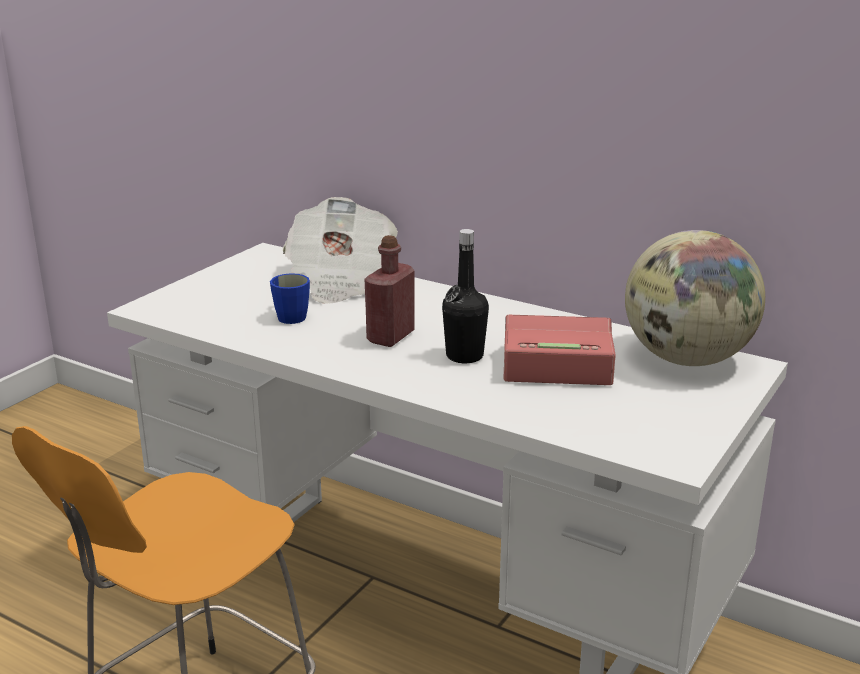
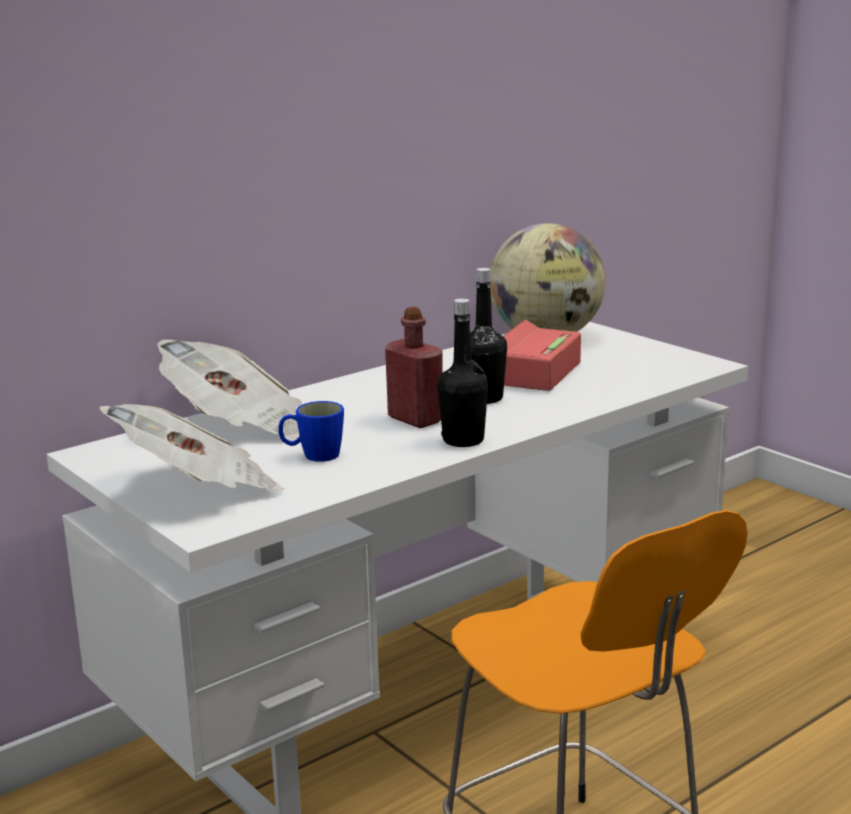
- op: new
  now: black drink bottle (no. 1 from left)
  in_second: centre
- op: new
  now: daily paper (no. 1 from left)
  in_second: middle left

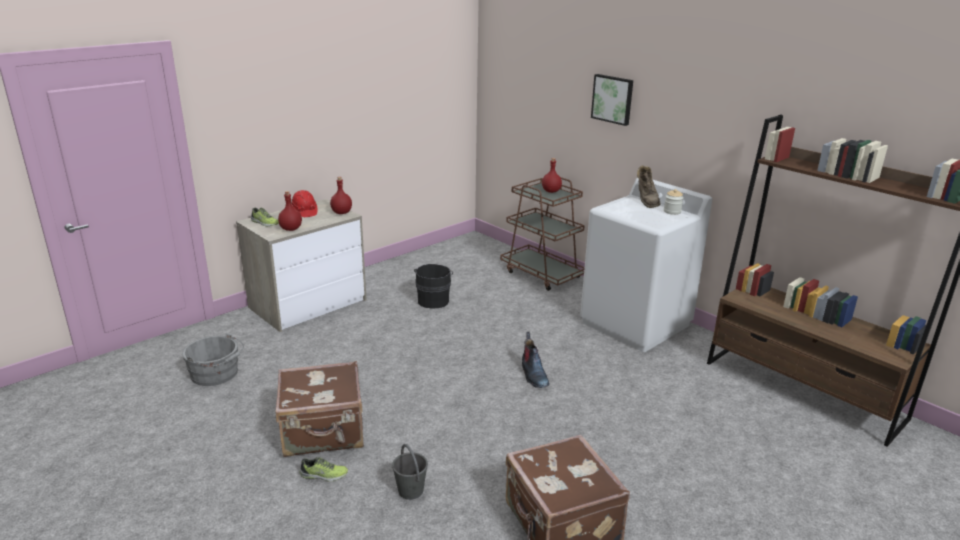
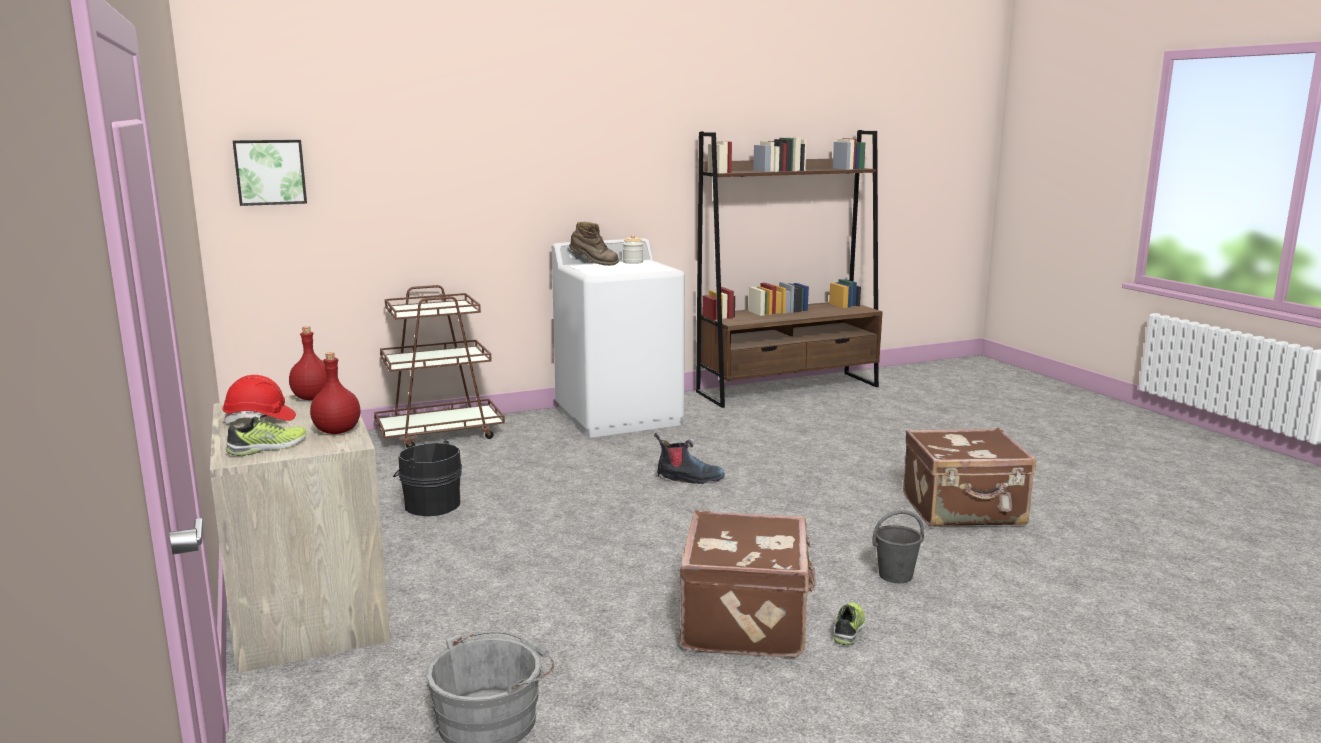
- op: shifted
  was: wall art
  in_first: top centre
  in_second: top left
- op: gone
  was: red drink bottle (no. 3 from left)
  in_first: top centre

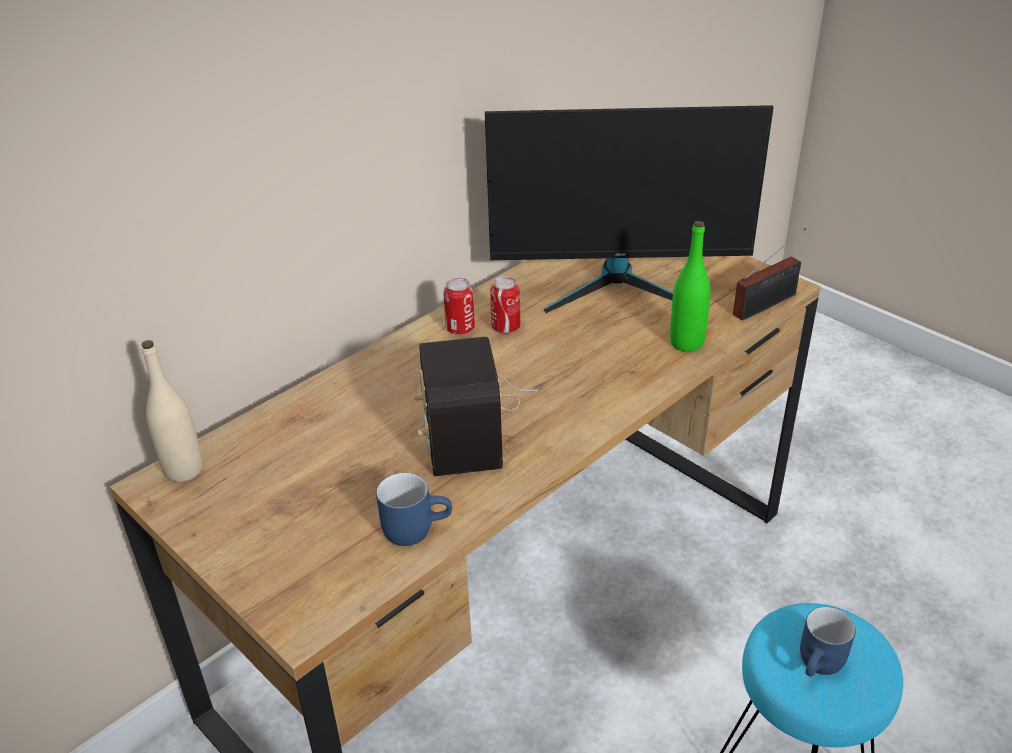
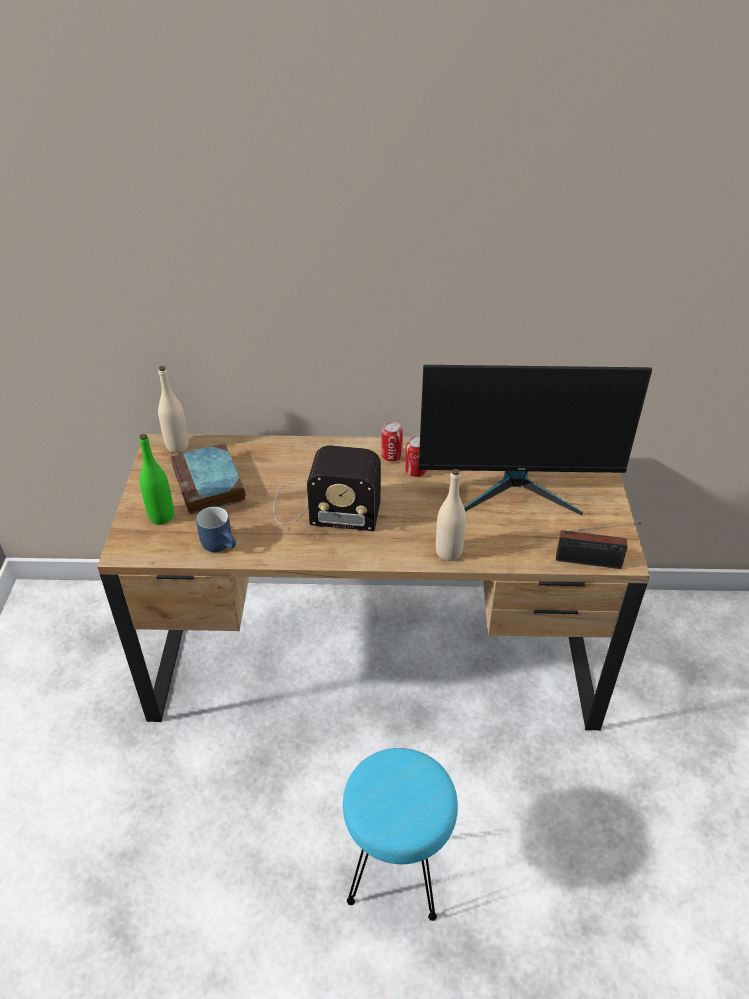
- op: rotated
  was: computer screen
  in_first: top centre
  in_second: middle right
  clockwise: -45
- op: shifted
  was: greenish drink bottle
  in_first: middle right
  in_second: middle left
- op: rotated
  was: radio set (no. 1 from left)
  in_first: centre
  in_second: centre
  clockwise: -120
- op: gone
  was: blue-coloured mug (no. 2 from left)
  in_first: bottom right
- op: new
  now: bound book
  in_second: middle left
- op: new
  now: beige-coloured drink bottle (no. 2 from left)
  in_second: centre

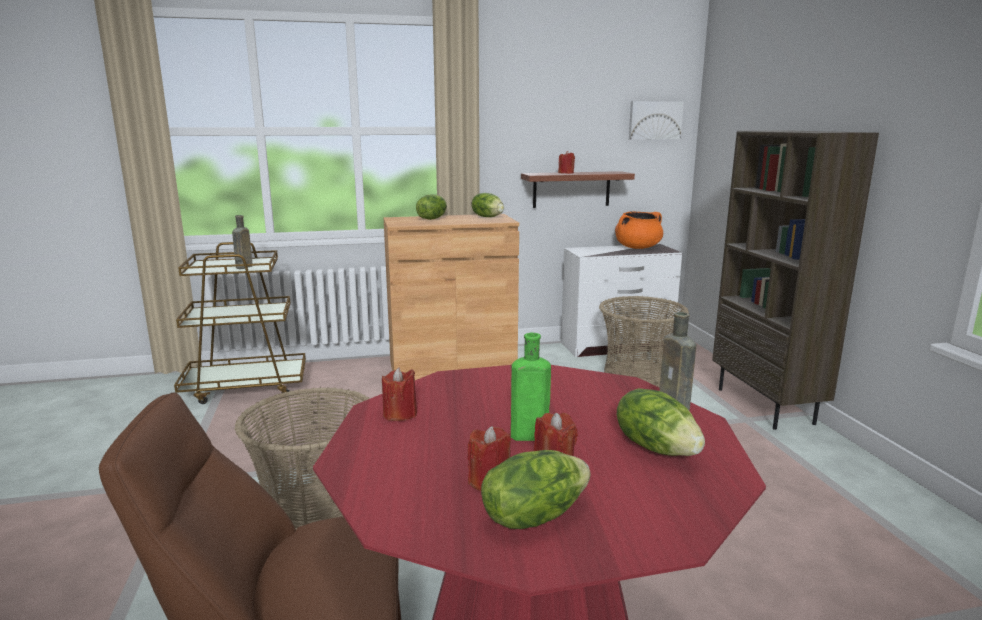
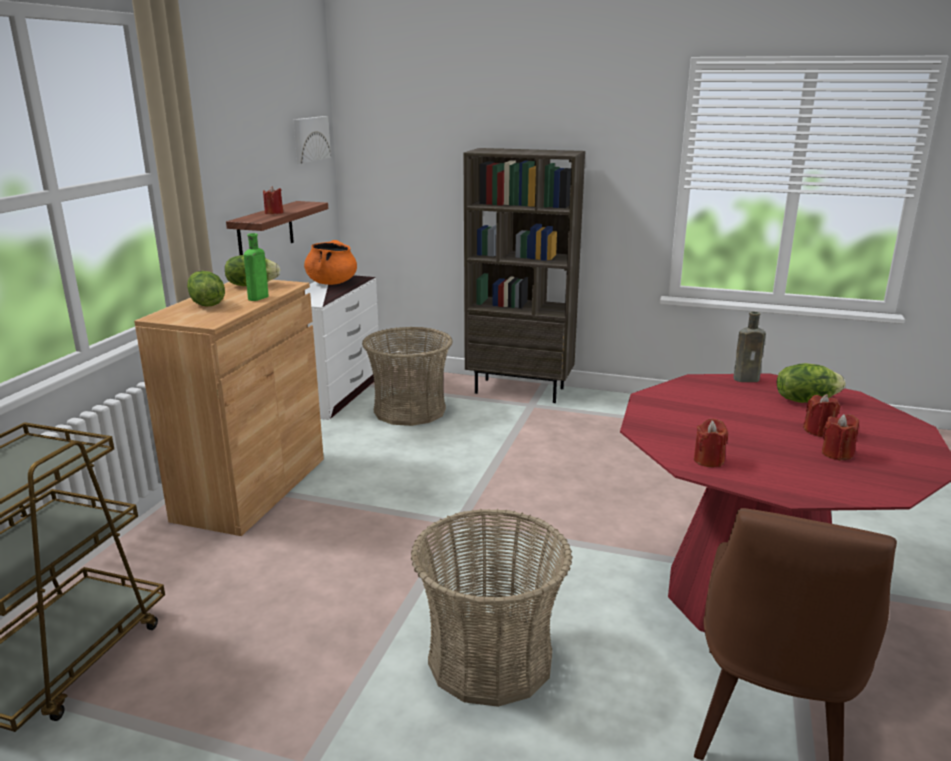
- op: gone
  was: brown-coloured drink bottle (no. 1 from left)
  in_first: middle left
- op: shifted
  was: greenish drink bottle
  in_first: centre
  in_second: middle left
- op: gone
  was: lettuce head (no. 3 from left)
  in_first: bottom centre

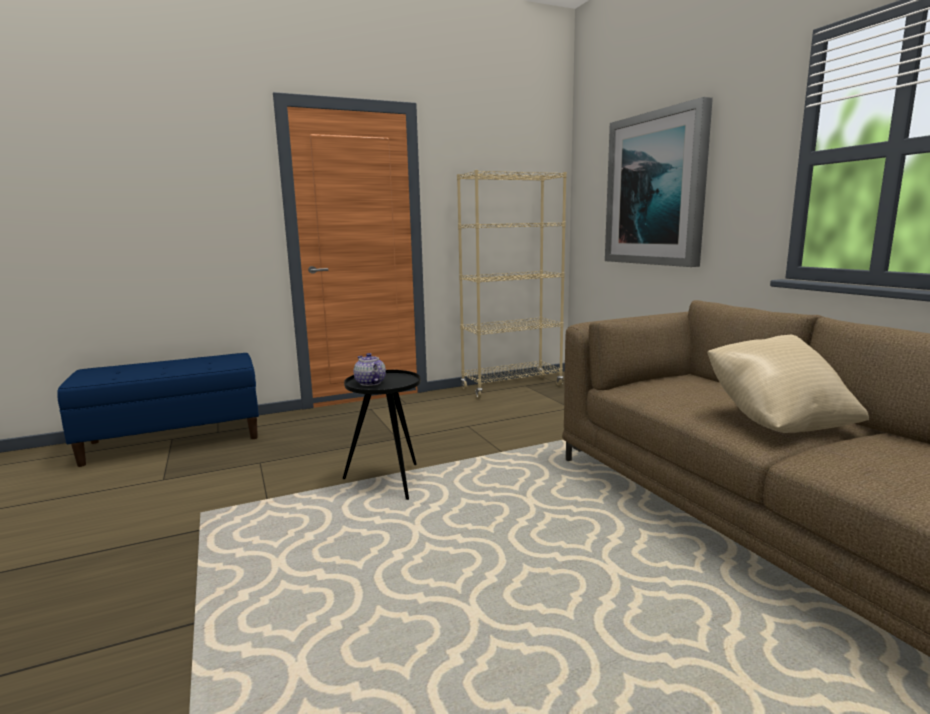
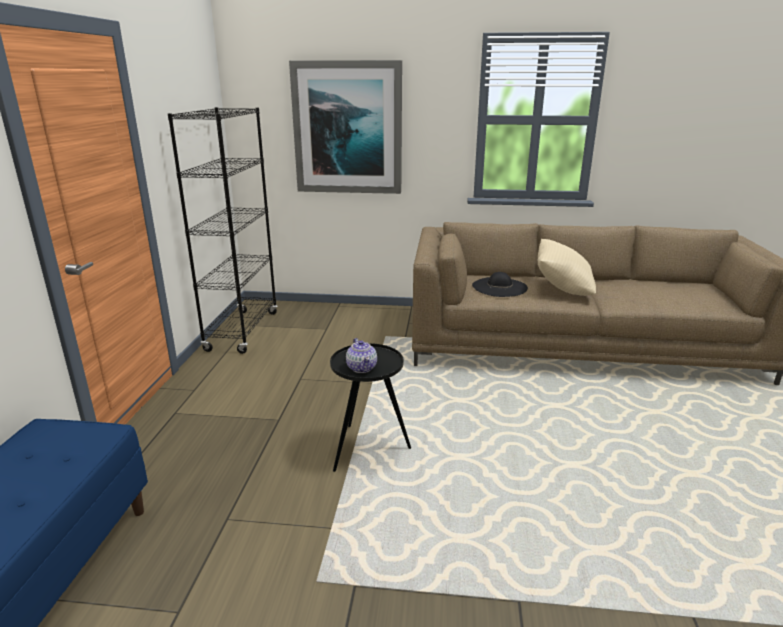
- op: repainted
  was: beige-coloured bookshelf
  now: black bookshelf
  in_first: centre
  in_second: middle left
- op: rotated
  was: teapot
  in_first: centre
  in_second: centre
  clockwise: -105
- op: new
  now: black hat
  in_second: centre

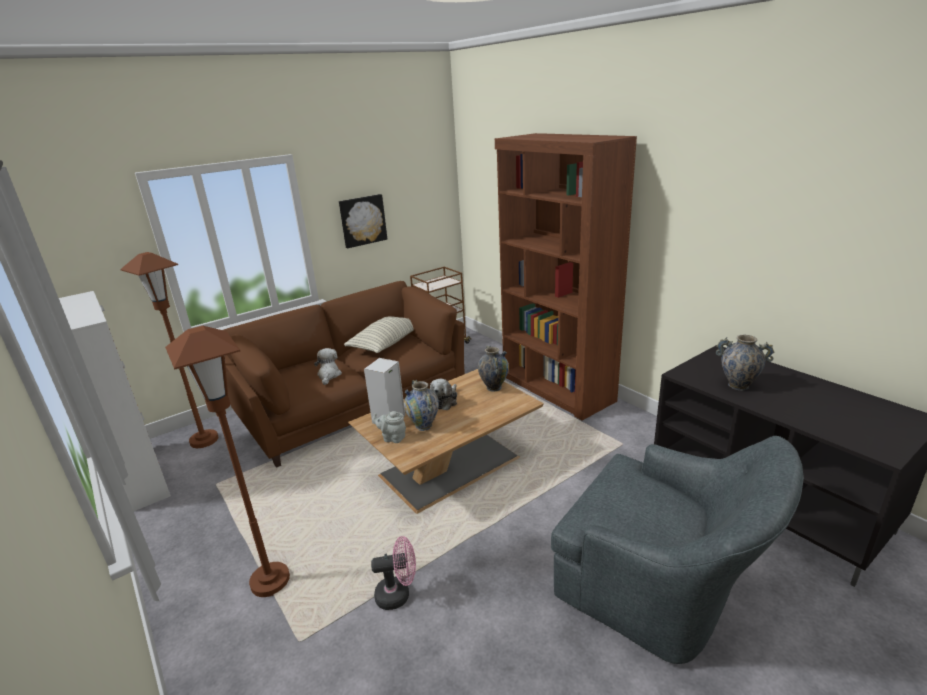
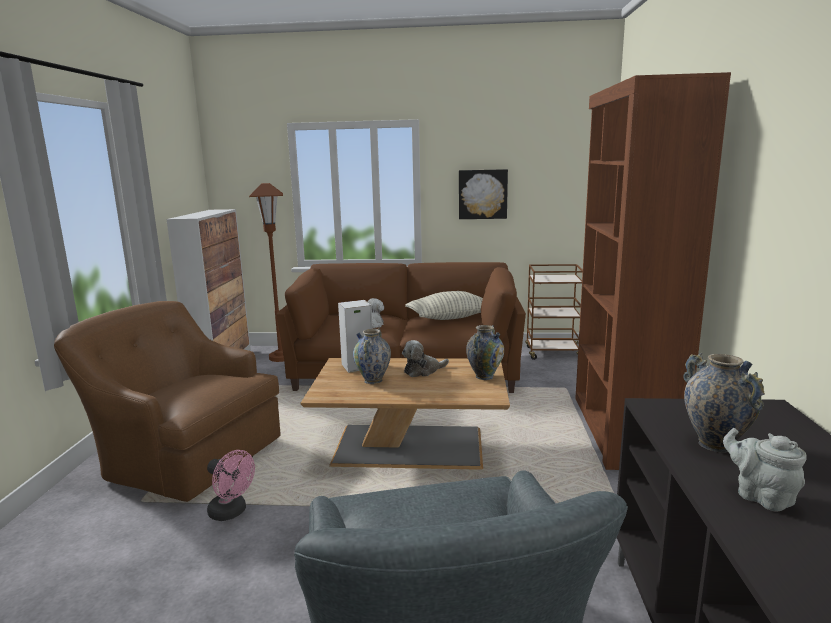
- op: swapped
  was: brown-coloured standing lamp (no. 2 from left)
  now: brown-coloured easy chair
  in_first: middle left
  in_second: middle left
- op: shifted
  was: greyish teapot
  in_first: centre
  in_second: bottom right

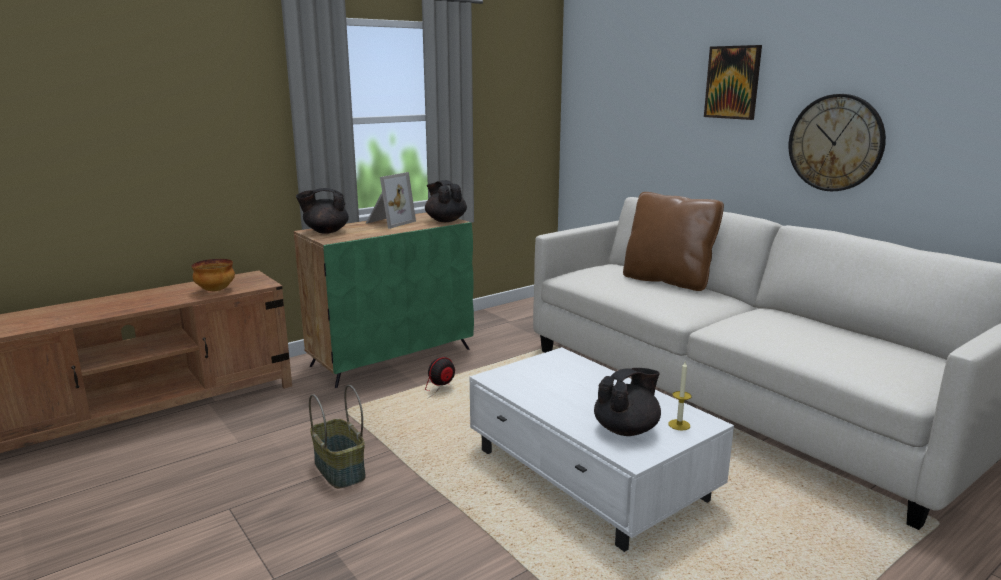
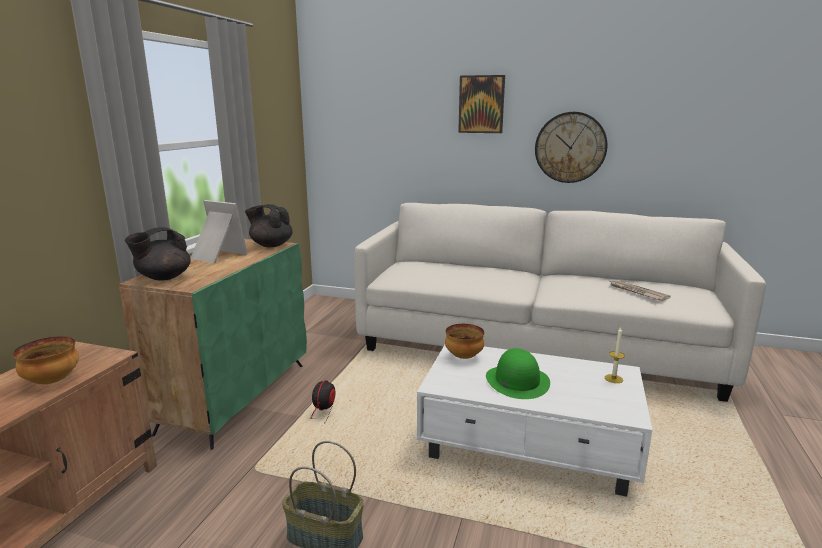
- op: rotated
  was: standing frame
  in_first: centre
  in_second: middle left
  clockwise: -60
- op: gone
  was: brown-coloured pillow
  in_first: middle right
- op: gone
  was: black teapot (no. 3 from left)
  in_first: bottom centre
- op: new
  now: daily paper
  in_second: middle right
- op: new
  now: bowl (no. 2 from left)
  in_second: centre
- op: new
  now: greenish hat
  in_second: bottom centre

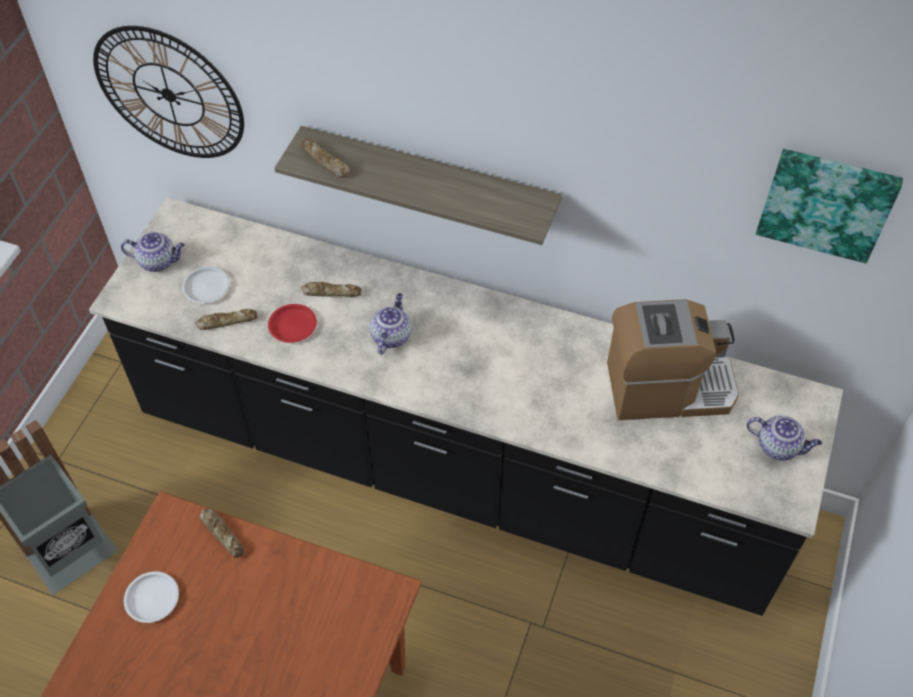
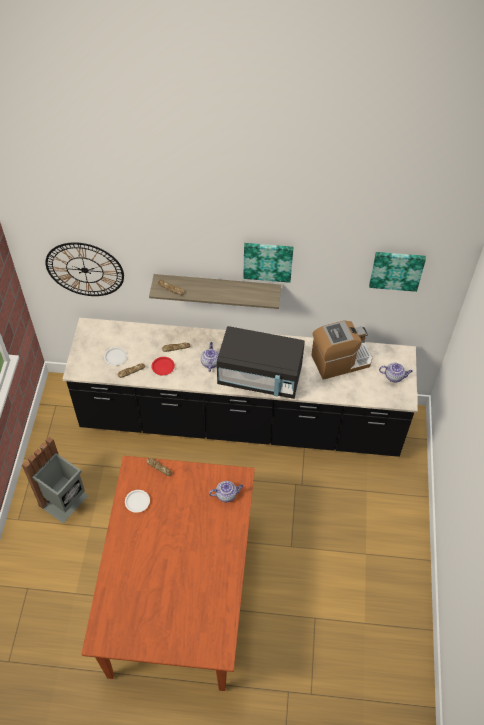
- op: shifted
  was: teapot (no. 1 from left in the first image)
  now: teapot (no. 2 from left)
  in_first: middle left
  in_second: bottom centre
- op: new
  now: wall art (no. 1 from left)
  in_second: centre
- op: new
  now: black microwave
  in_second: centre

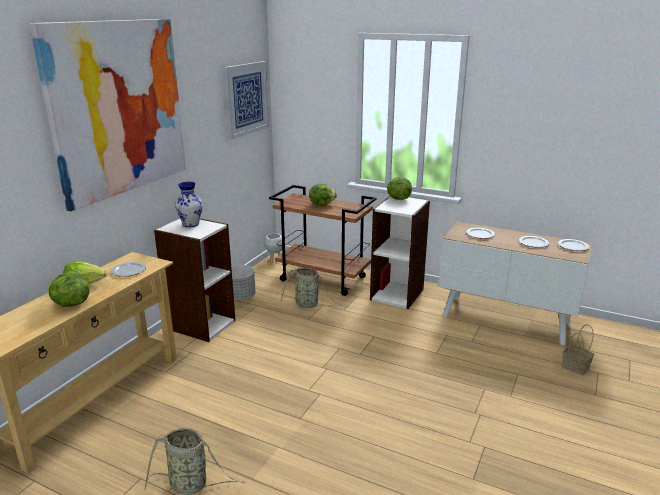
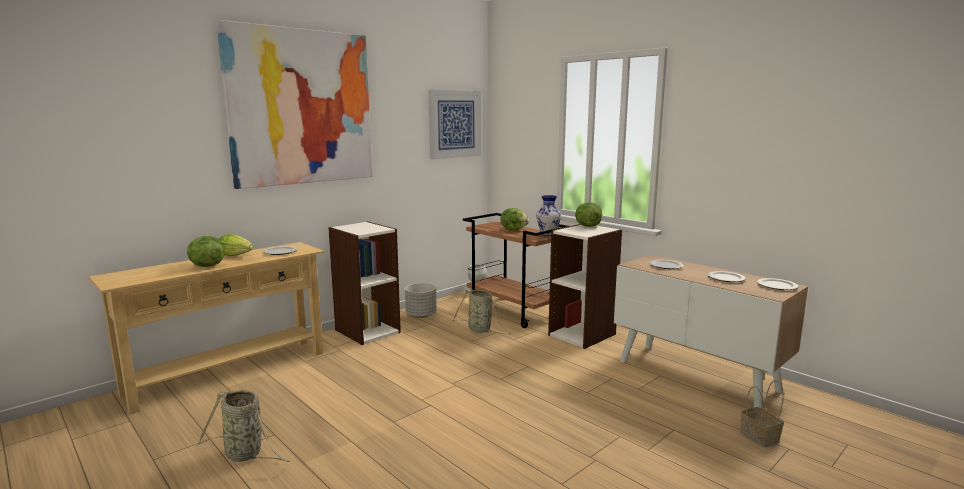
- op: shifted
  was: flower vase
  in_first: middle left
  in_second: centre

